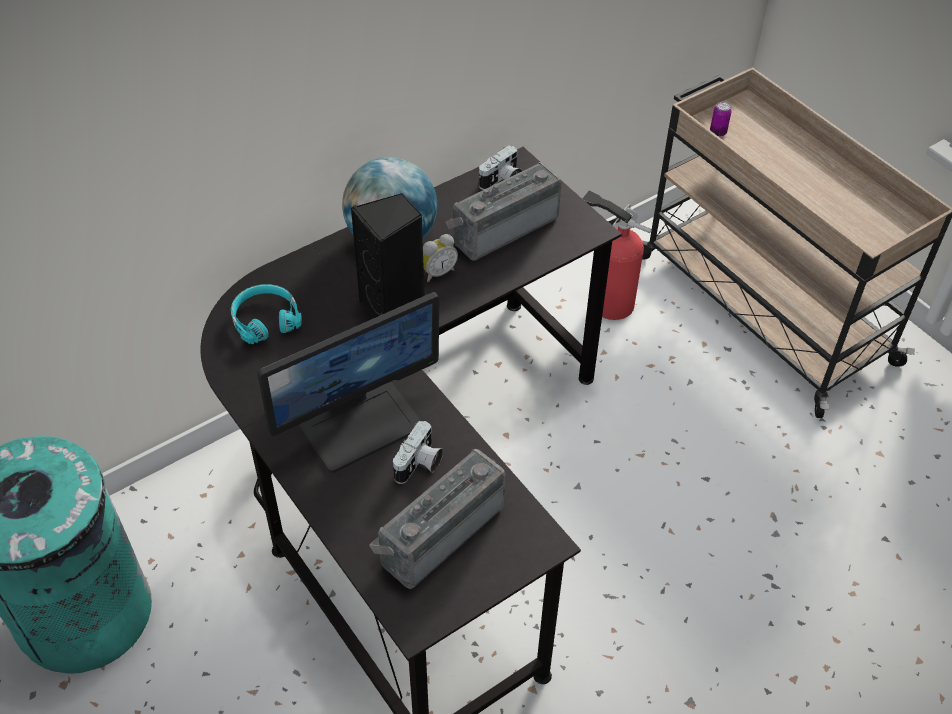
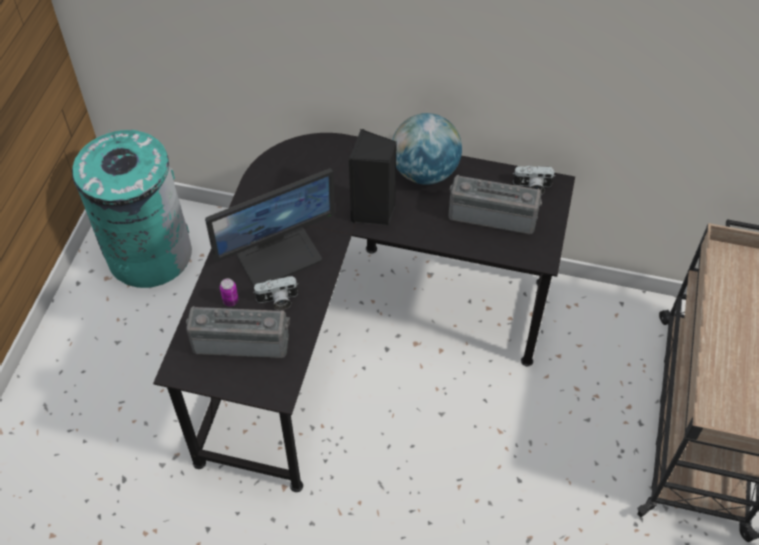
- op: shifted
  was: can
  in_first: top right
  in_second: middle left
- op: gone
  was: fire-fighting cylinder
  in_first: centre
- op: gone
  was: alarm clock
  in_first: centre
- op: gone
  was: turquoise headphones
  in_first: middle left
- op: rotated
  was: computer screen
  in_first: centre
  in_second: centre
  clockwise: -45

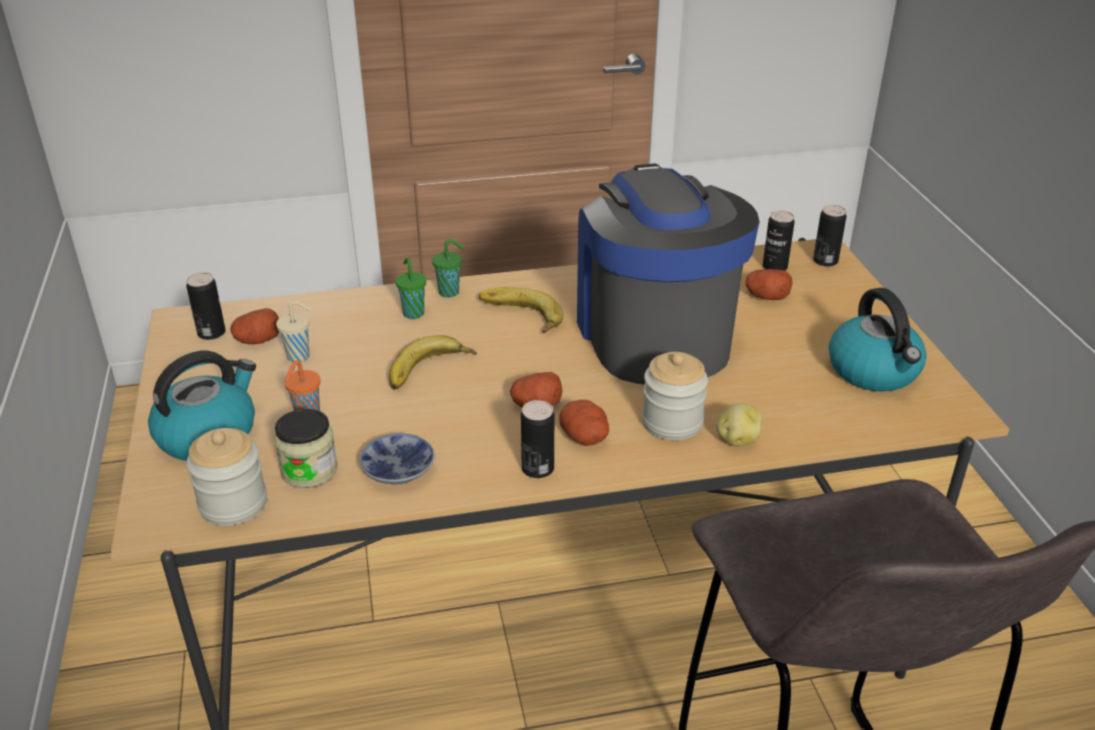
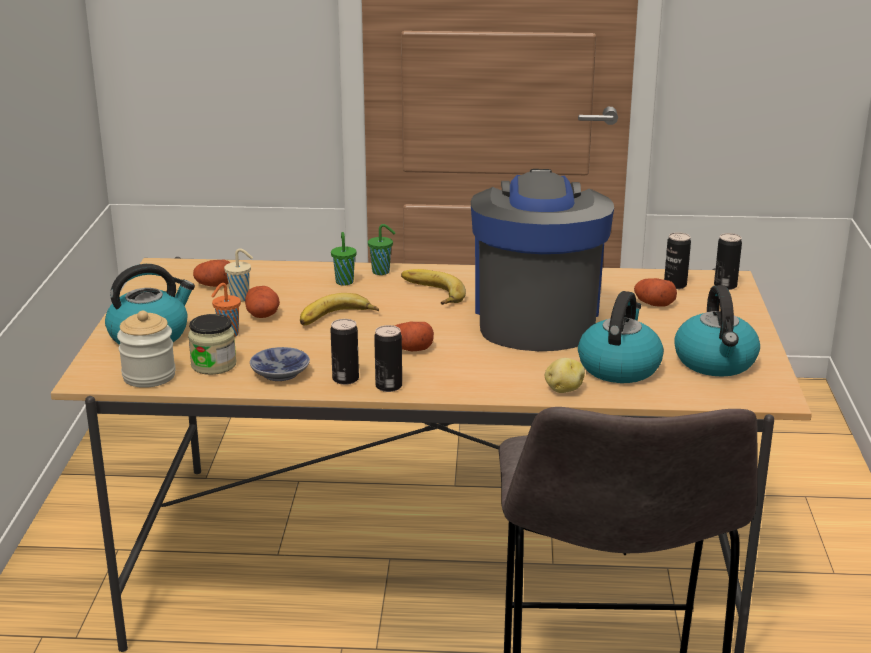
- op: shifted
  was: can (no. 1 from left)
  in_first: middle left
  in_second: centre
- op: gone
  was: jar (no. 3 from left)
  in_first: centre
- op: shifted
  was: whole potato (no. 3 from left in the first image)
  now: whole potato (no. 2 from left)
  in_first: centre
  in_second: middle left
- op: new
  now: kettle (no. 2 from left)
  in_second: middle right

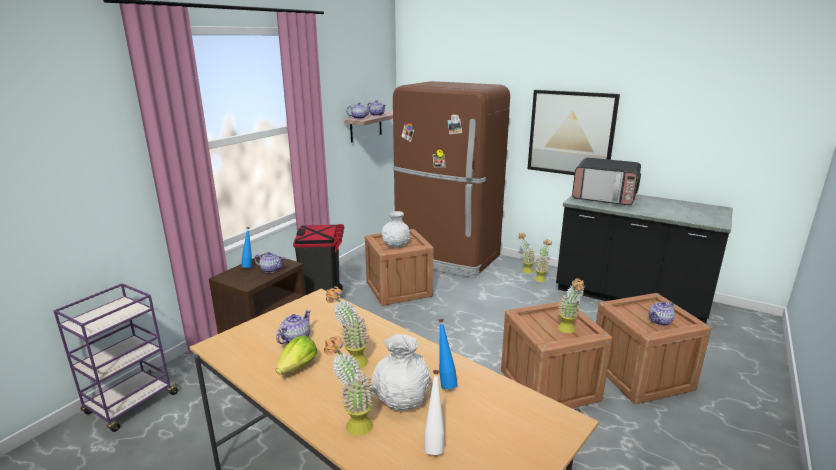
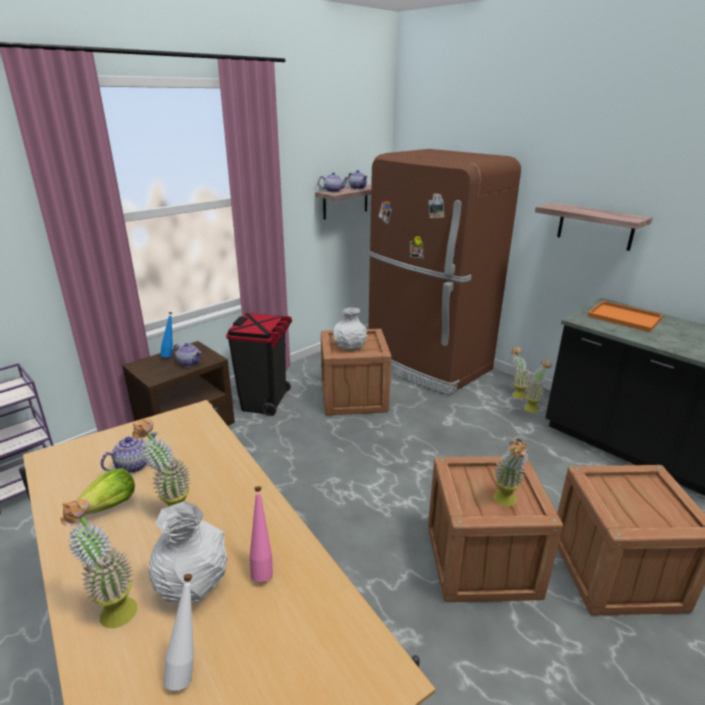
- op: swapped
  was: wall art
  now: wall shelf (no. 2 from left)
  in_first: top right
  in_second: top right
- op: swapped
  was: microwave
  now: orangey serving tray
  in_first: middle right
  in_second: middle right
- op: gone
  was: teapot (no. 5 from left)
  in_first: middle right
- op: repainted
  was: blue-coloured drink bottle (no. 2 from left)
  now: pink-coloured drink bottle
  in_first: bottom centre
  in_second: bottom centre

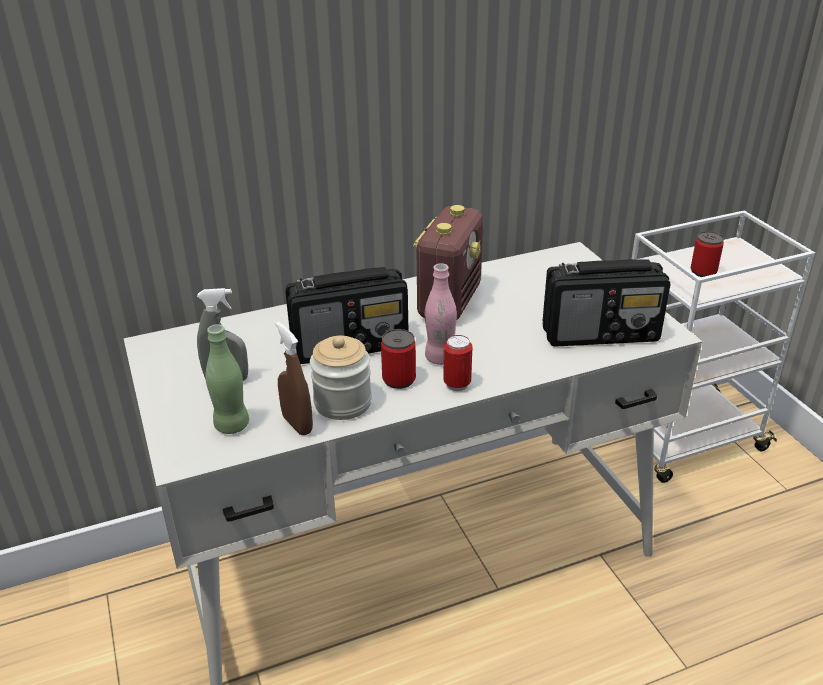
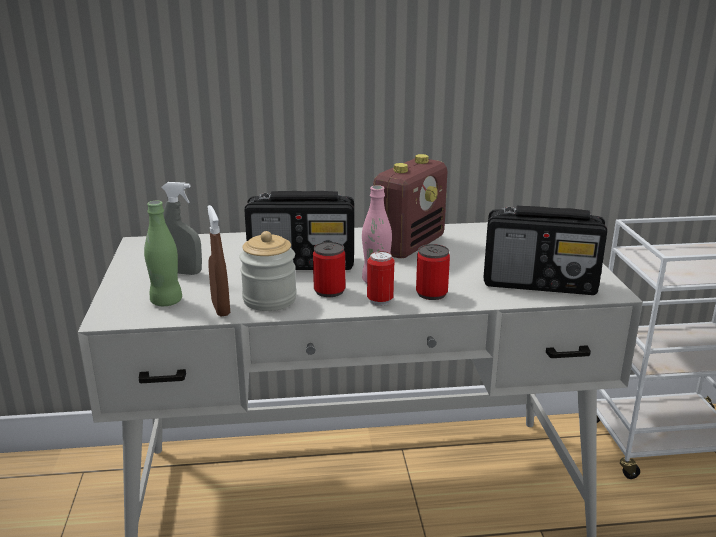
- op: shifted
  was: can (no. 3 from left)
  in_first: middle right
  in_second: centre

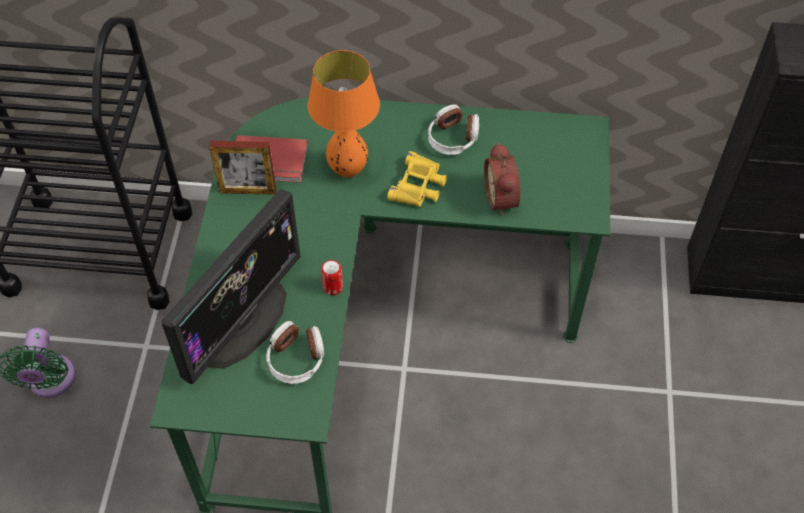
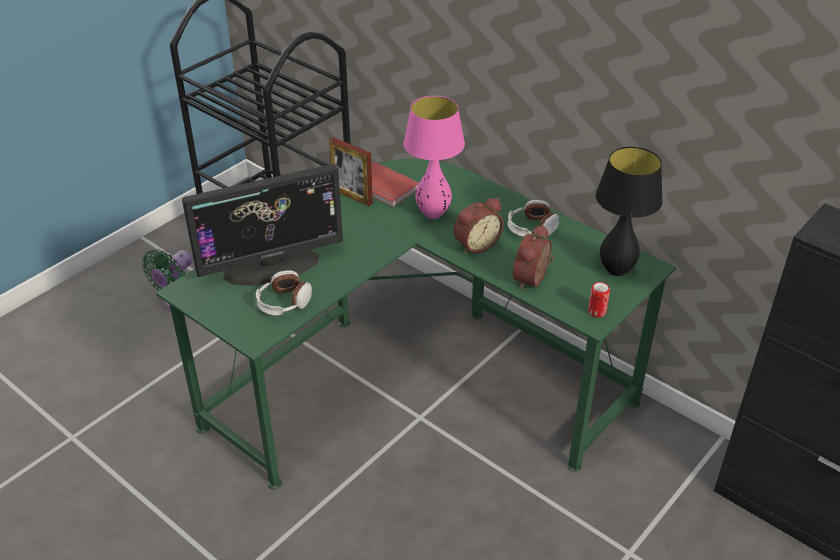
- op: repainted
  was: orangey table lamp
  now: pink-coloured table lamp
  in_first: top centre
  in_second: top centre
- op: swapped
  was: yellow-coloured binoculars
  now: alarm clock (no. 1 from left)
  in_first: centre
  in_second: centre
- op: shifted
  was: can
  in_first: centre
  in_second: middle right
- op: new
  now: black table lamp
  in_second: middle right

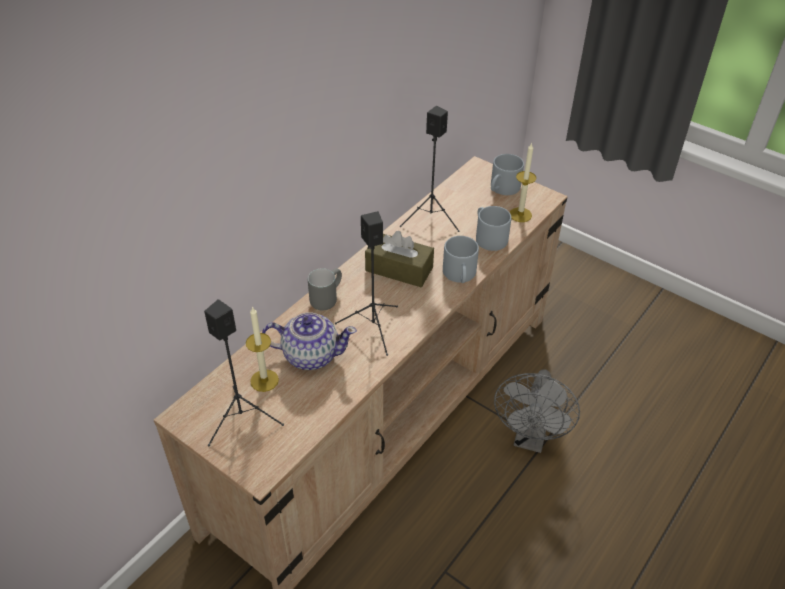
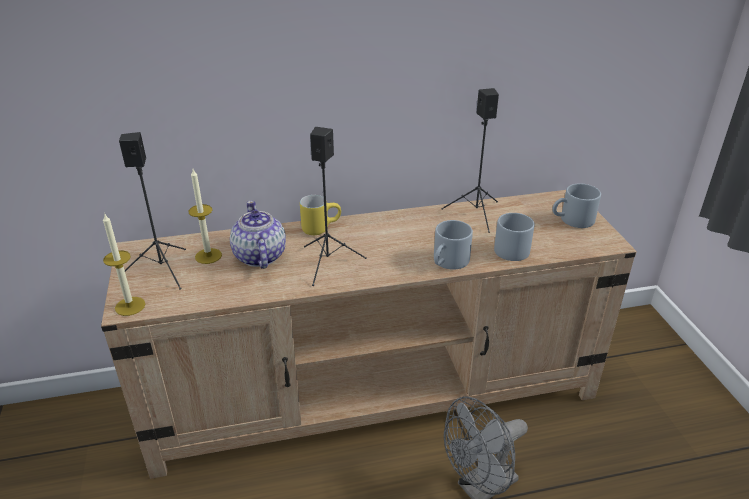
- op: shifted
  was: wax candle (no. 2 from left in the first image)
  now: wax candle (no. 1 from left)
  in_first: top centre
  in_second: middle left
- op: gone
  was: brown-coloured tissue box
  in_first: centre
- op: repainted
  was: greyish mug (no. 1 from left)
  now: yellow-coloured mug
  in_first: centre
  in_second: centre
- op: rotated
  was: teapot
  in_first: centre
  in_second: centre
  clockwise: -150

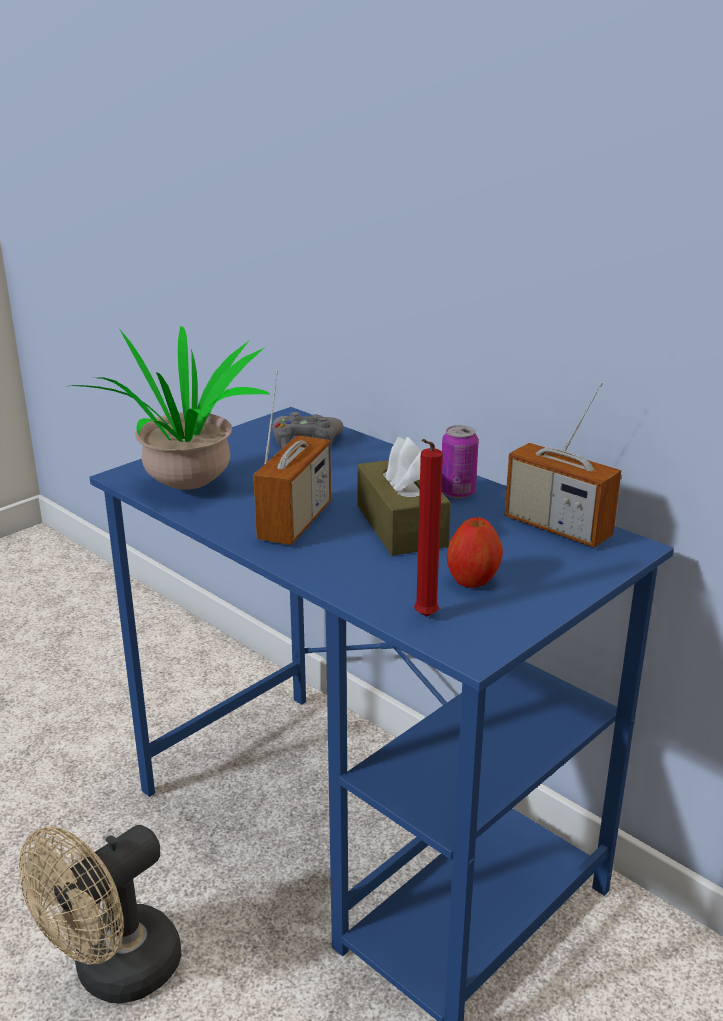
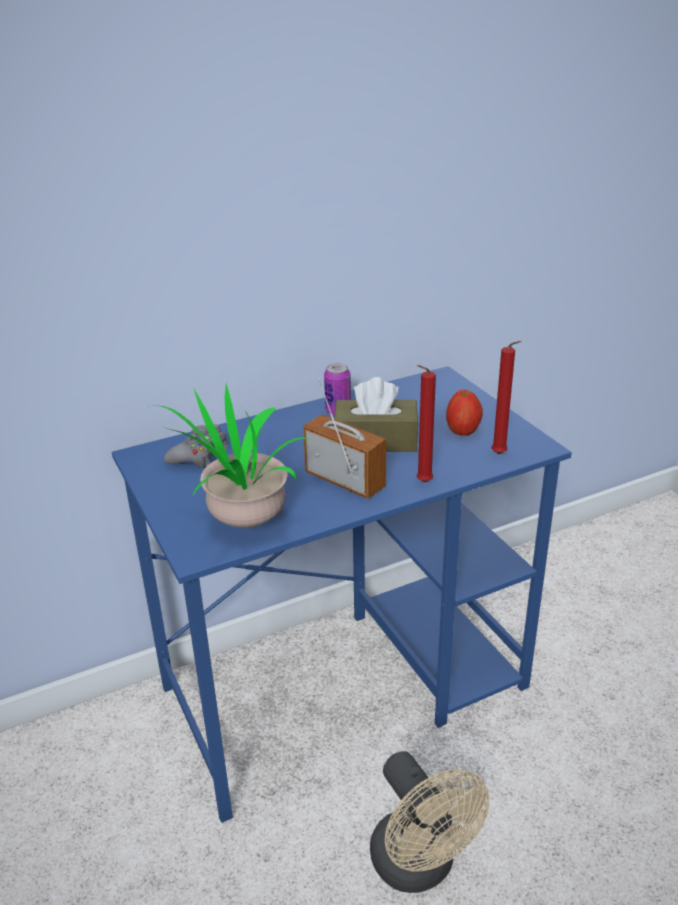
- op: gone
  was: radio set (no. 2 from left)
  in_first: middle right
- op: new
  now: red wax candle (no. 1 from left)
  in_second: centre

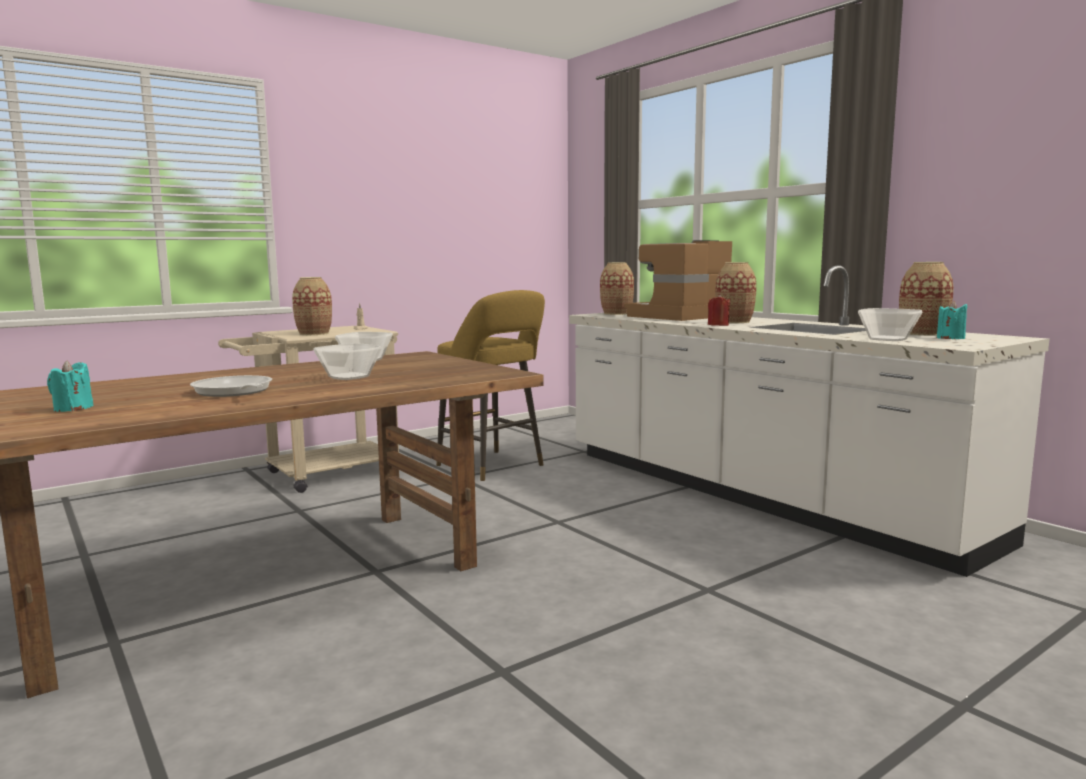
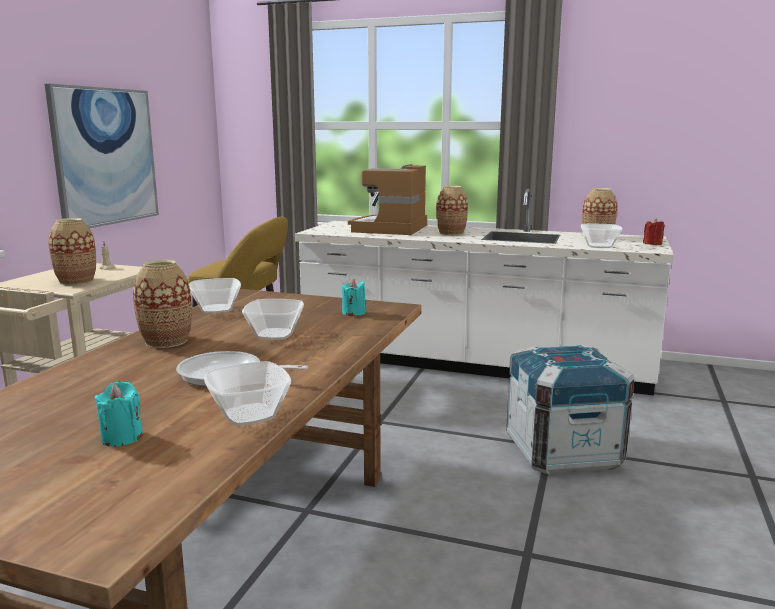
- op: shifted
  was: flower vase (no. 2 from left)
  in_first: centre
  in_second: middle left
- op: shifted
  was: red wax candle
  in_first: centre
  in_second: middle right
- op: shifted
  was: turquoise wax candle (no. 2 from left)
  in_first: middle right
  in_second: centre
- op: new
  now: wall art
  in_second: top left
- op: new
  now: packing crate
  in_second: bottom right
- op: new
  now: bowl (no. 2 from left)
  in_second: middle left

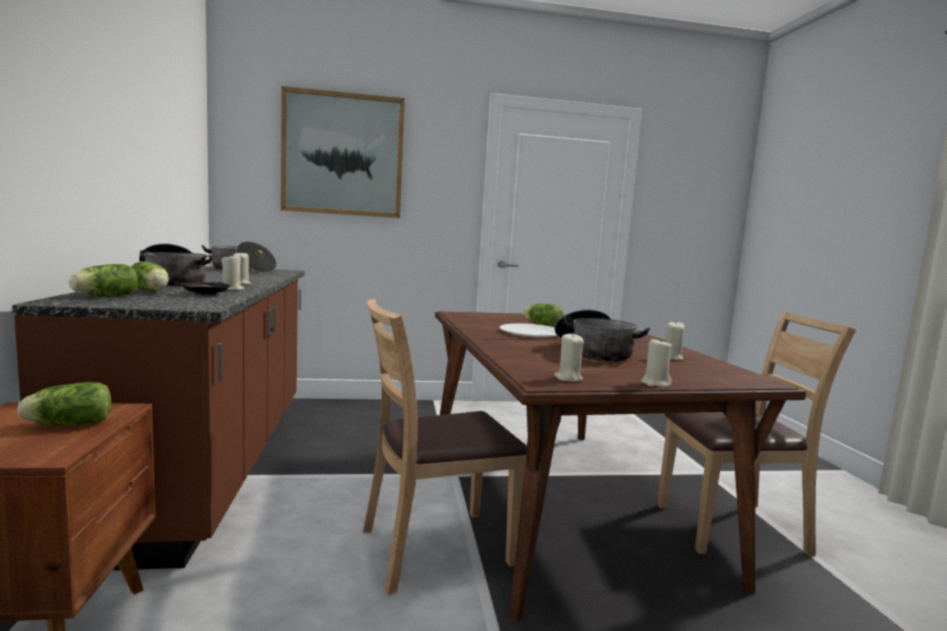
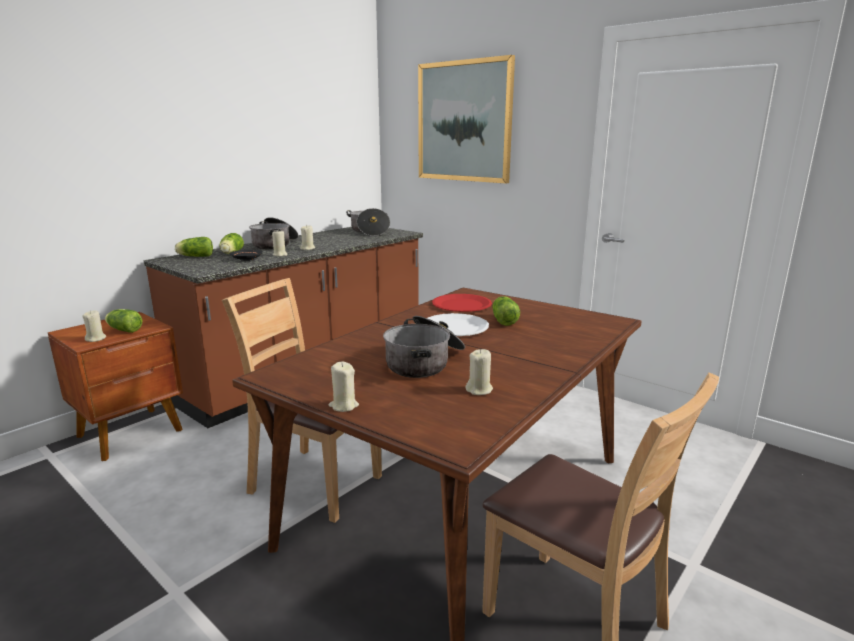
- op: shifted
  was: beige-coloured wax candle (no. 3 from left in the first image)
  now: beige-coloured wax candle (no. 1 from left)
  in_first: centre
  in_second: middle left
- op: new
  now: red flat dish
  in_second: centre

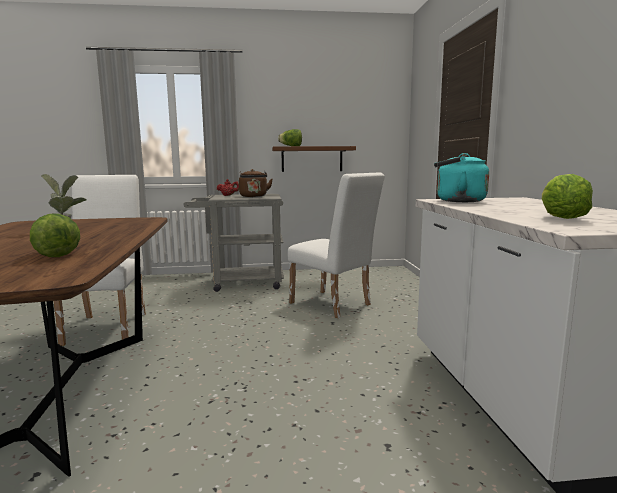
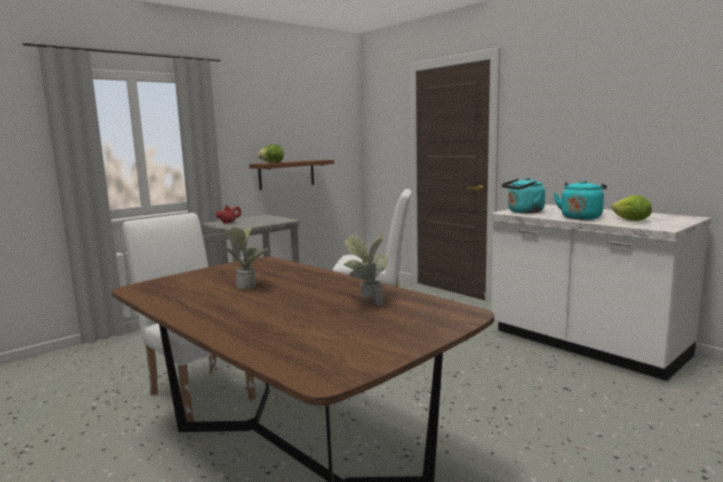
- op: gone
  was: brown-coloured kettle
  in_first: centre
- op: swapped
  was: lettuce head (no. 1 from left)
  now: houseplant (no. 2 from left)
  in_first: middle left
  in_second: centre
- op: new
  now: turquoise kettle (no. 2 from left)
  in_second: middle right

